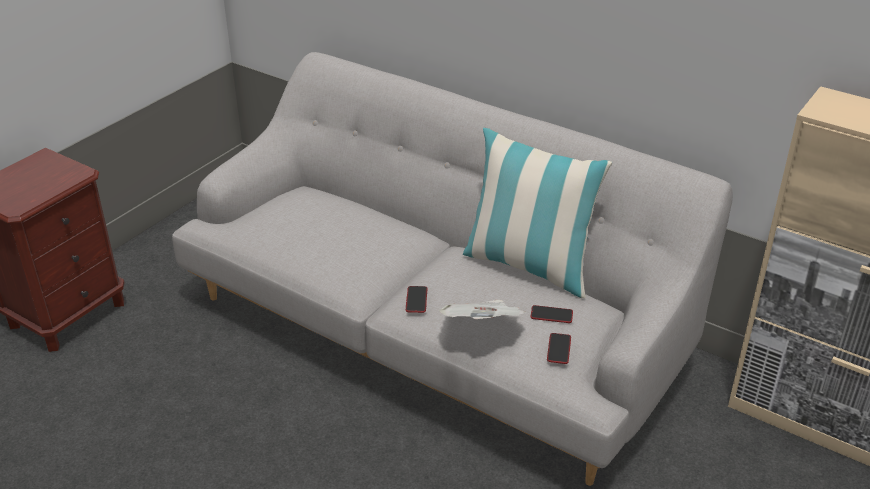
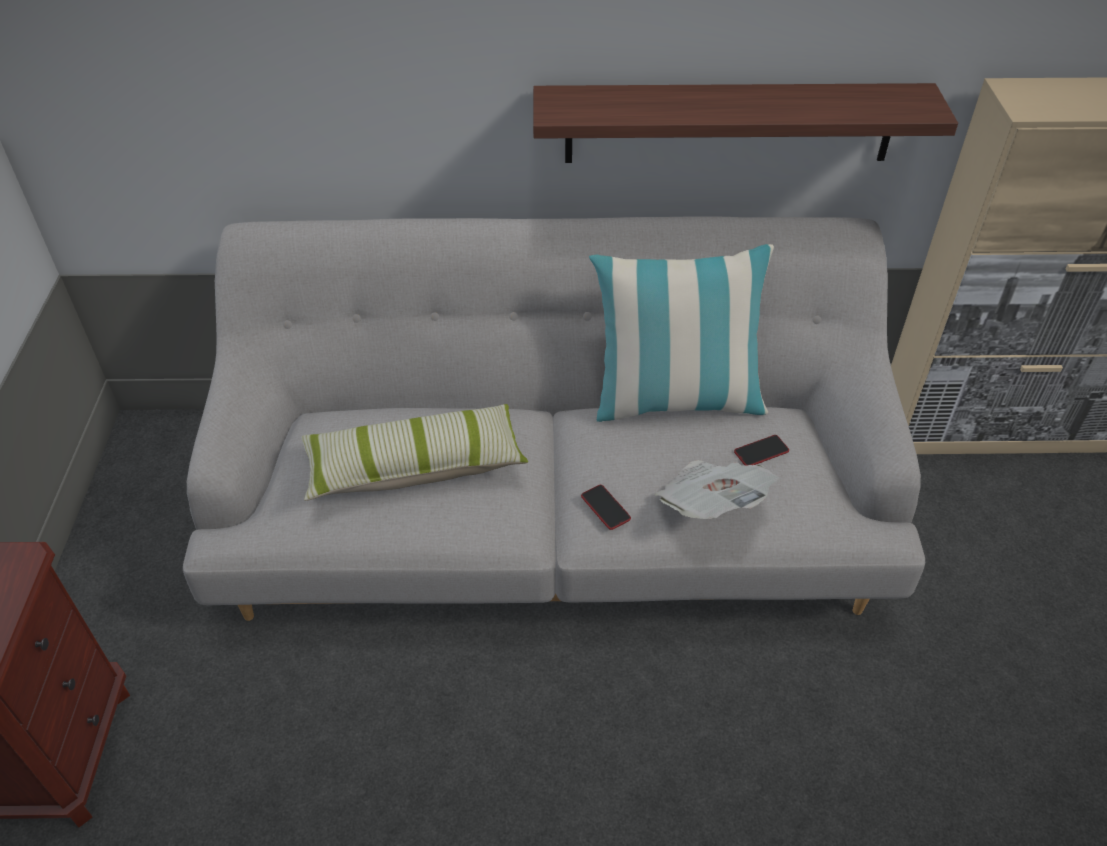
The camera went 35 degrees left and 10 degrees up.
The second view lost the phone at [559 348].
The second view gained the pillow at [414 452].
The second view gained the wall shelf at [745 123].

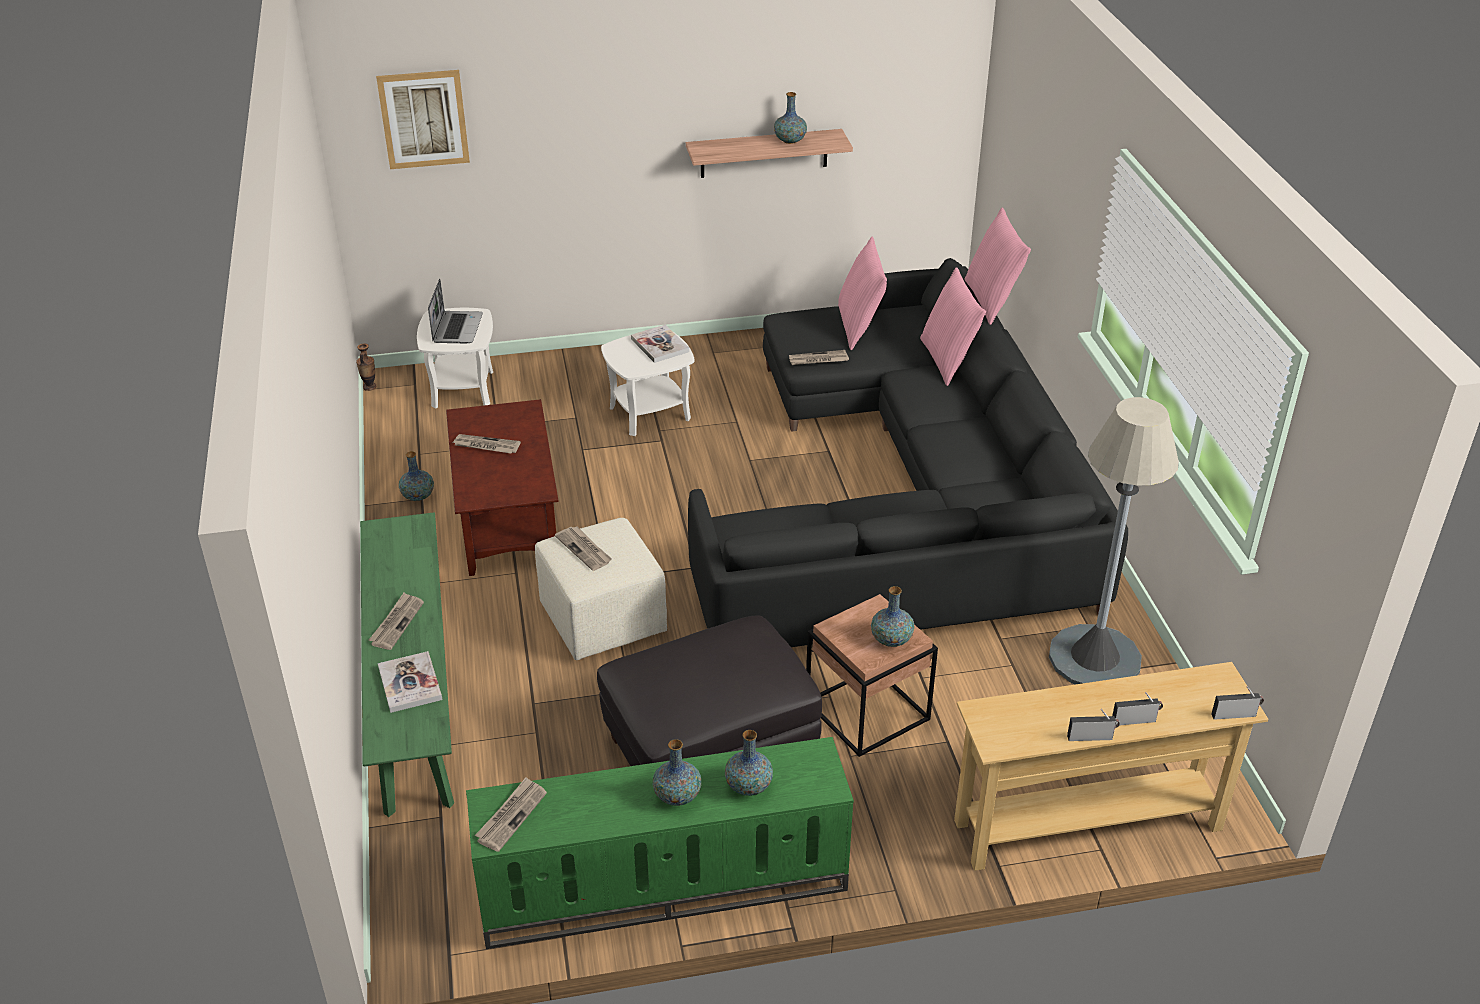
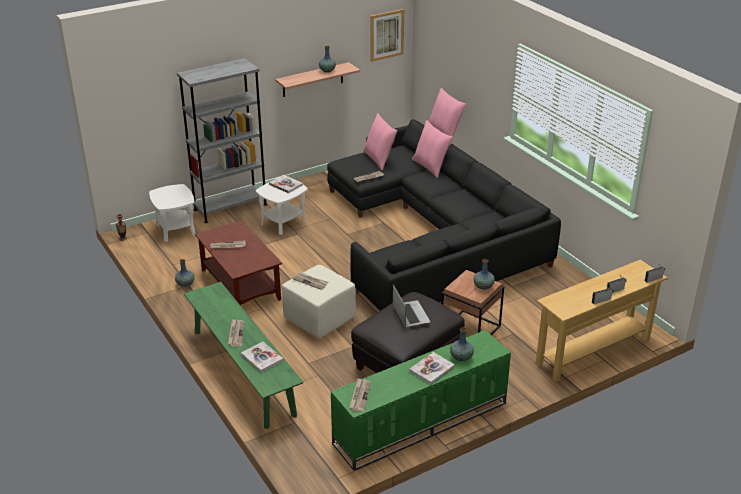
The camera went 20 degrees left and 5 degrees down.
The second view lost the standard lamp (greyish) at [1114 540].
The second view gained the bookcase (greyish) at [222 140].
The picture ended up elsewhere, having gone from [423 119] to [387 35].
The laptop ended up elsewhere, having gone from [455 311] to [411 306].
Where the vase stood at [676 772], the volume came to stand at [432 368].

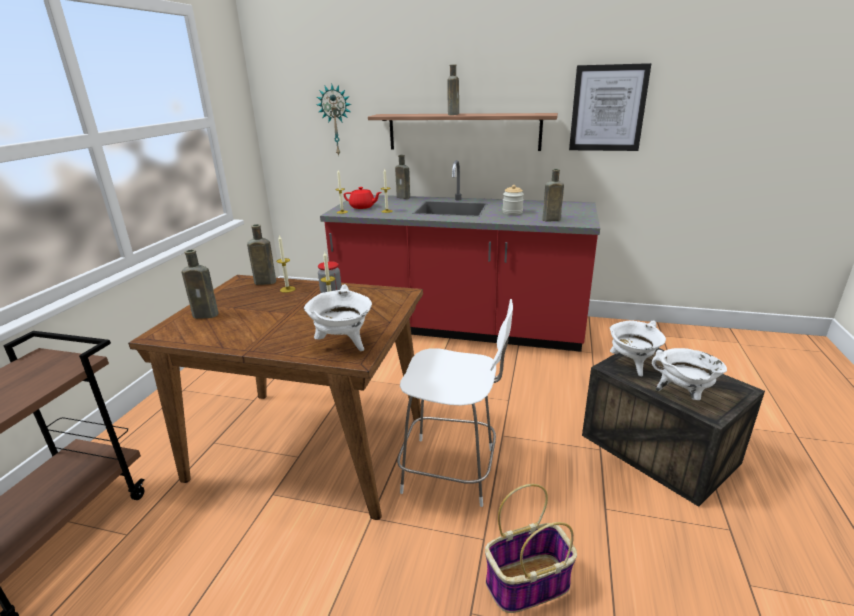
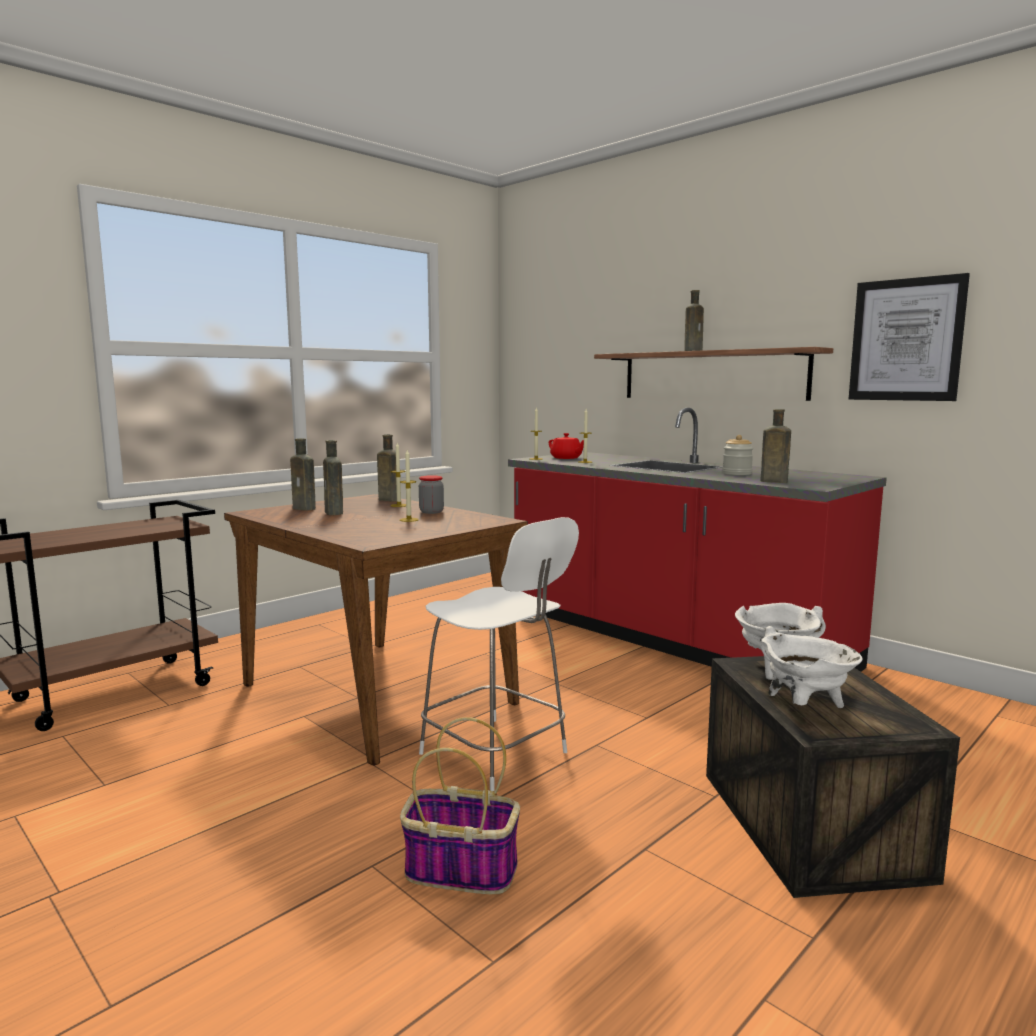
The camera went 30 degrees right and 15 degrees down.
The second view lost the cooking pot (white-coloured) at [338 317].
The second view lost the wall clock at [334 121].
The beverage bottle (brown) ended up elsewhere, having gone from [402 177] to [333 477].

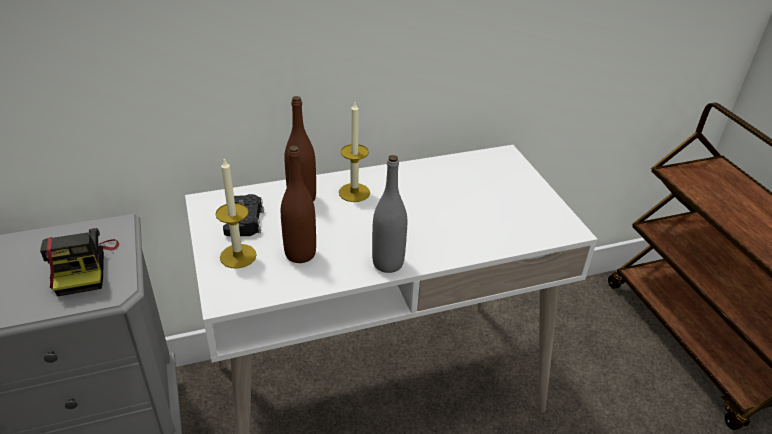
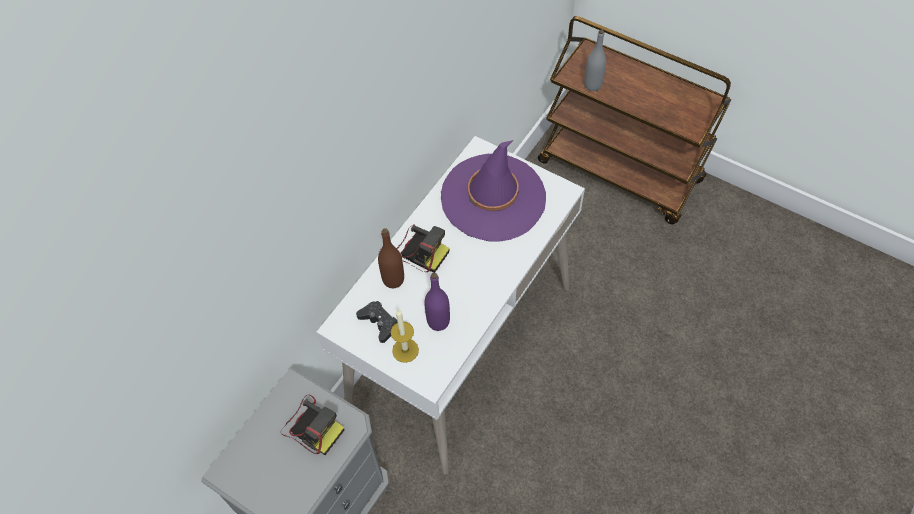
The camera went 35 degrees left and 20 degrees up.
The second view gained the hat (purple) at [493 190].
The beverage bottle (greyish) ended up elsewhere, having gone from [389 214] to [595 60].
Where the wax candle stood at [354 152], the still camera came to stand at [423 248].
What was the beverage bottle (brown) at [298 204] turned into the beverage bottle (purple) at [437 302].

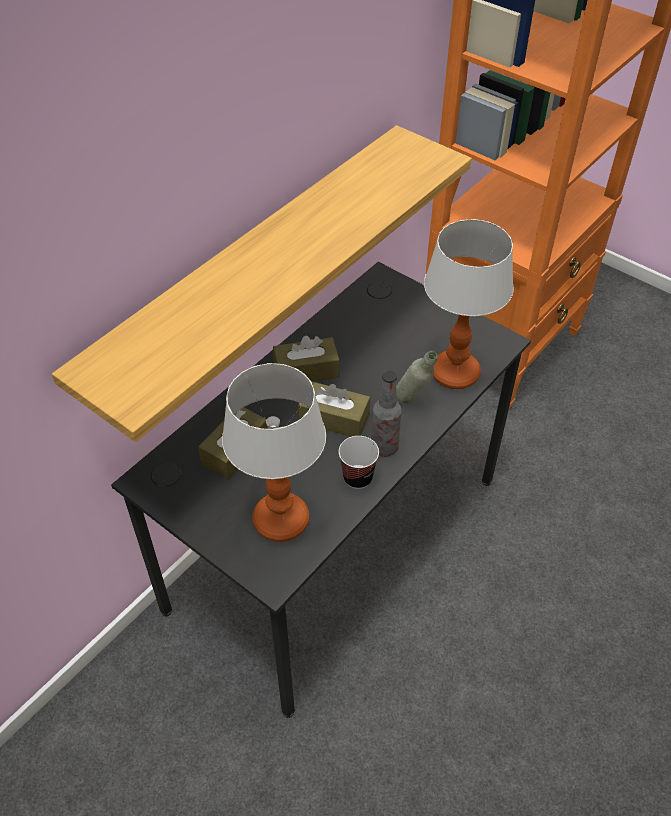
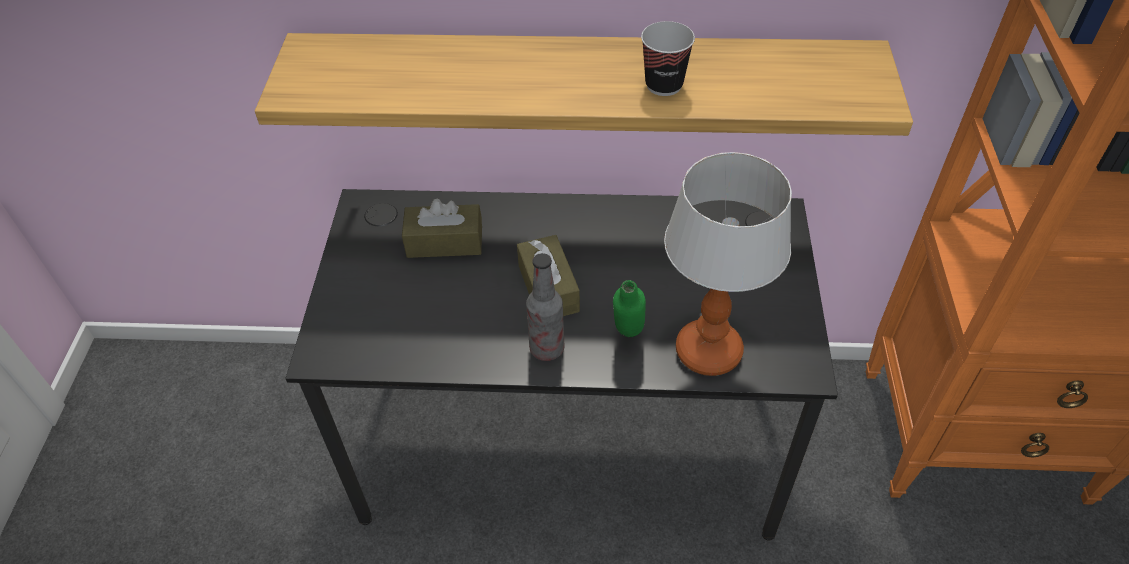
The camera went 55 degrees right and 0 degrees up.
The second view lost the lamp for a table at [274 452].
The second view lost the box of tissues (brown) at [306 359].
The drinking cup ended up elsewhere, having gone from [359 462] to [668 58].
What was the beverage bottle (greyish) at [417 377] turned into the beverage bottle (green-coloured) at [629 308].

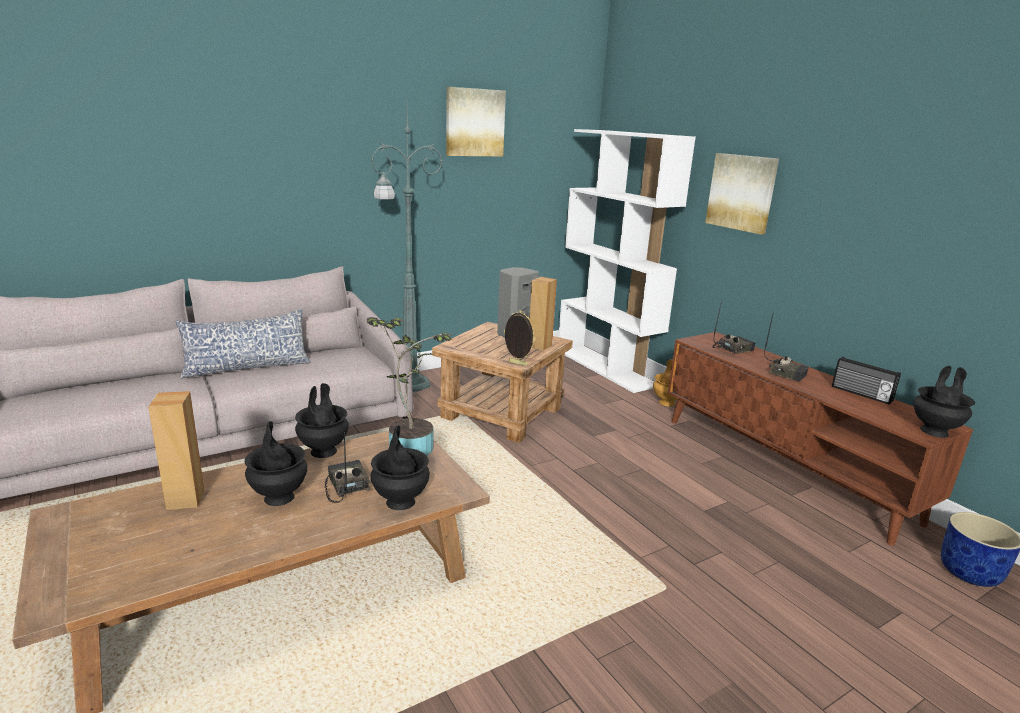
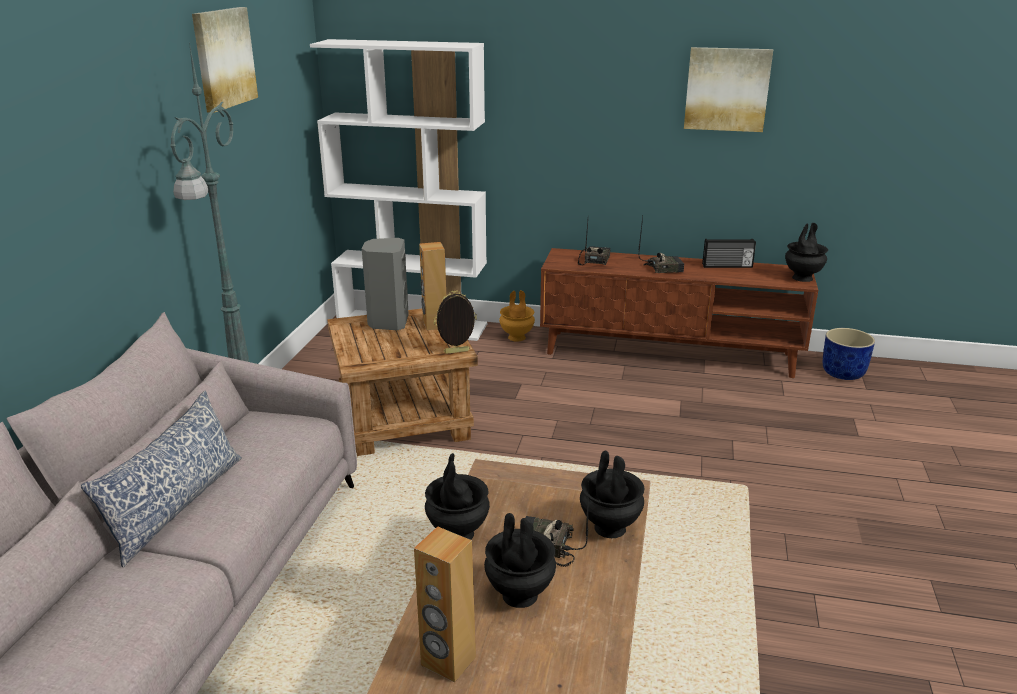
The camera went 45 degrees left and 5 degrees up.
The second view lost the potted plant at [409 386].
The picture ended up elsewhere, having gone from [742 193] to [728 89].

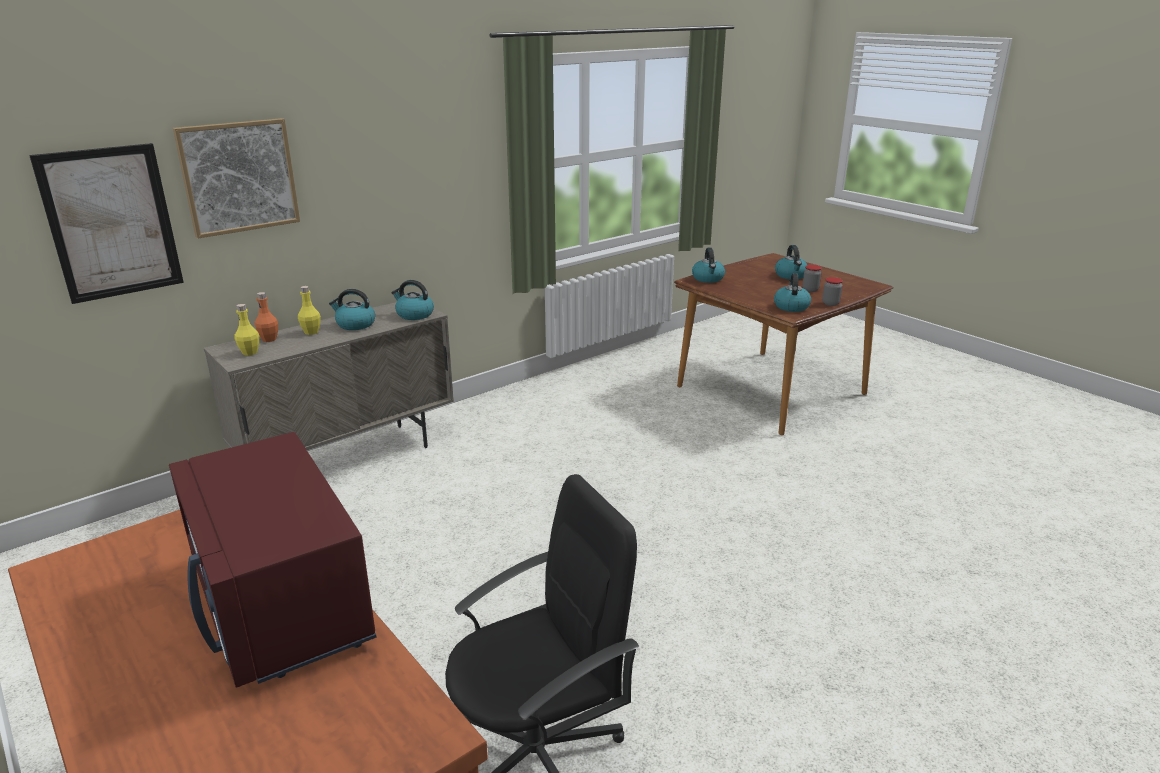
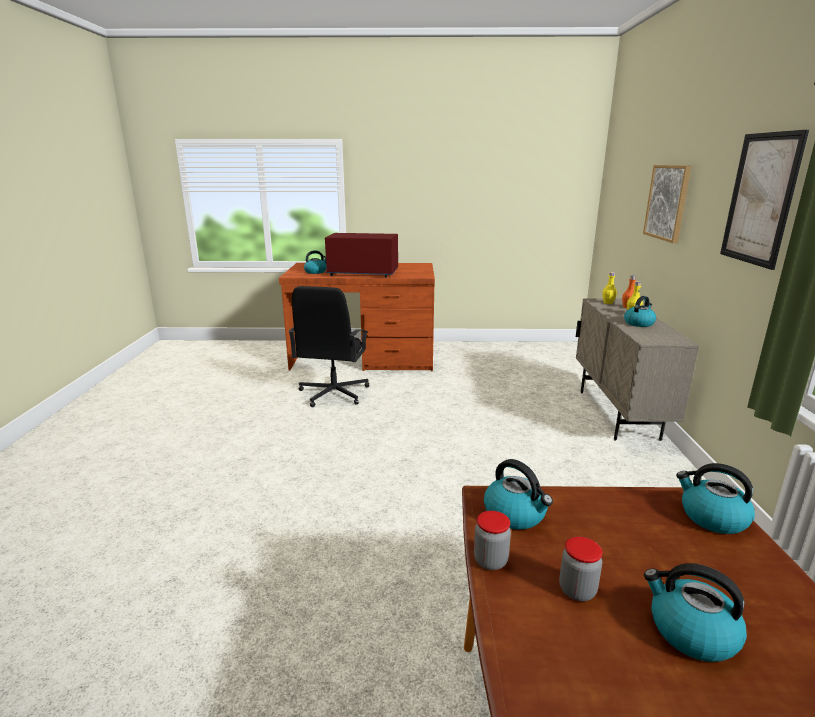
The camera went 130 degrees right and 5 degrees down.
The picture ended up elsewhere, having gone from [106 223] to [764 200].
The kettle ended up elsewhere, having gone from [413 300] to [315 262].

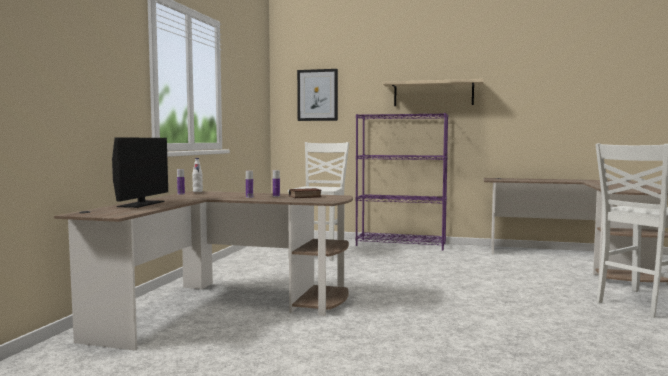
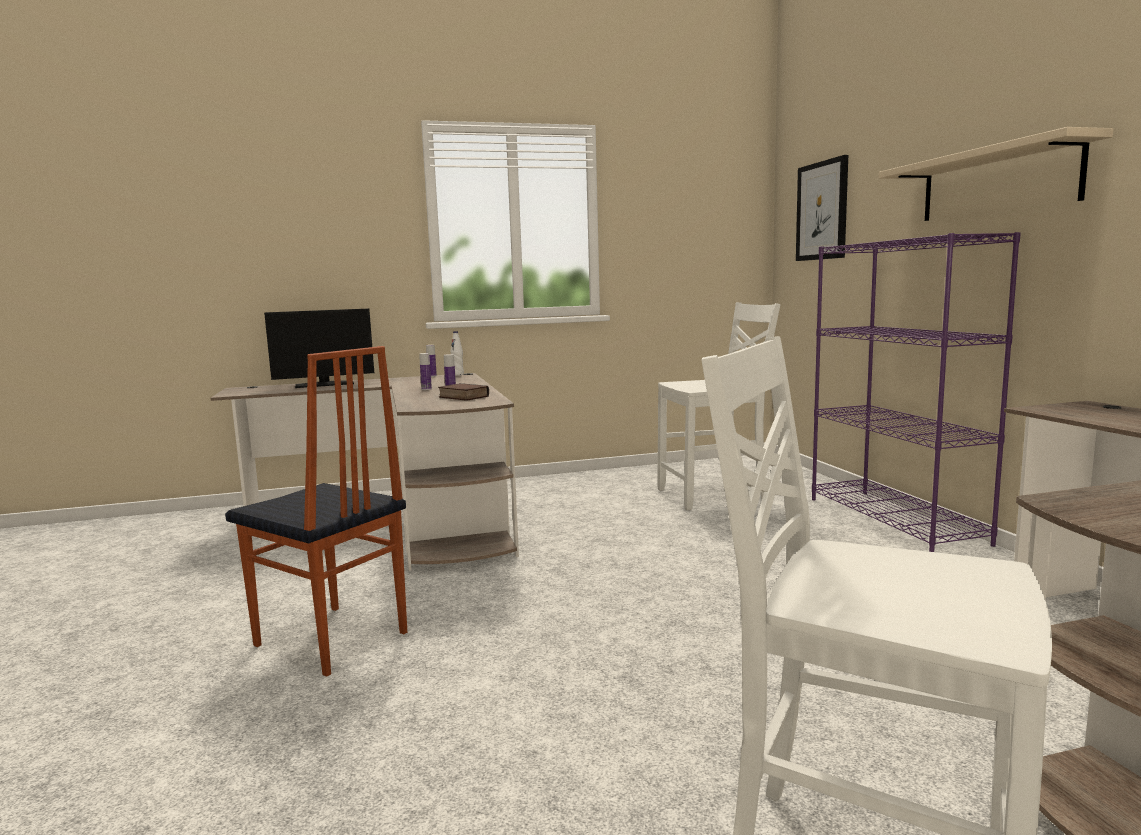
The camera went 60 degrees right and 5 degrees up.
The second view gained the upright chair at [316 511].

